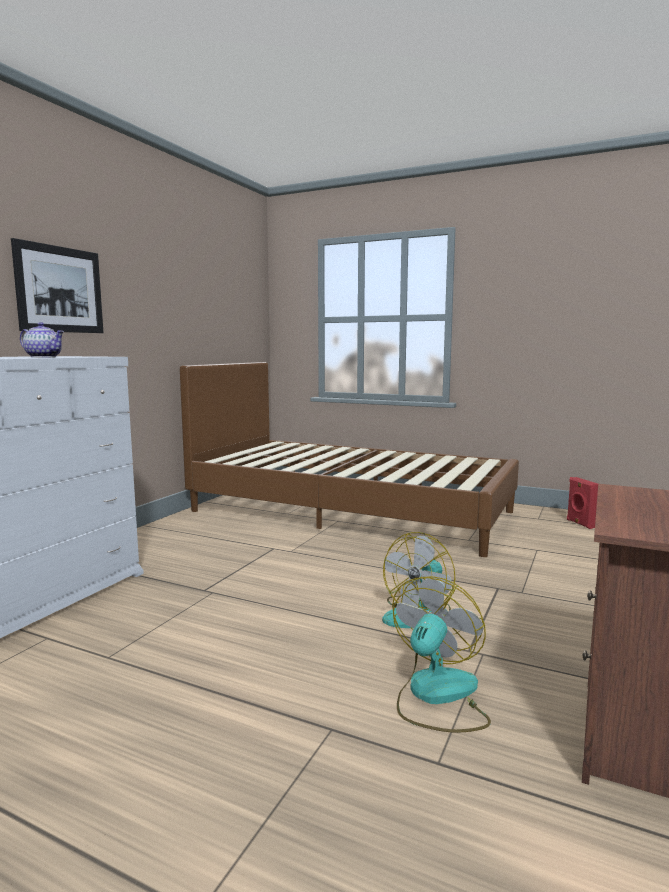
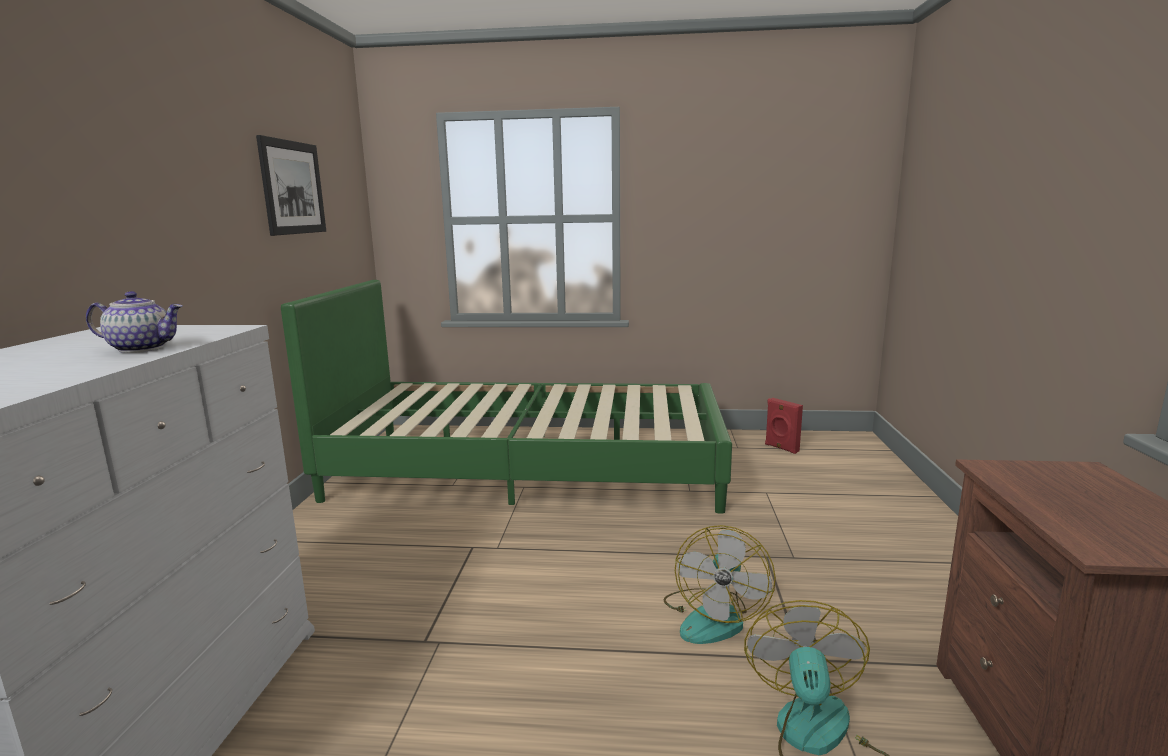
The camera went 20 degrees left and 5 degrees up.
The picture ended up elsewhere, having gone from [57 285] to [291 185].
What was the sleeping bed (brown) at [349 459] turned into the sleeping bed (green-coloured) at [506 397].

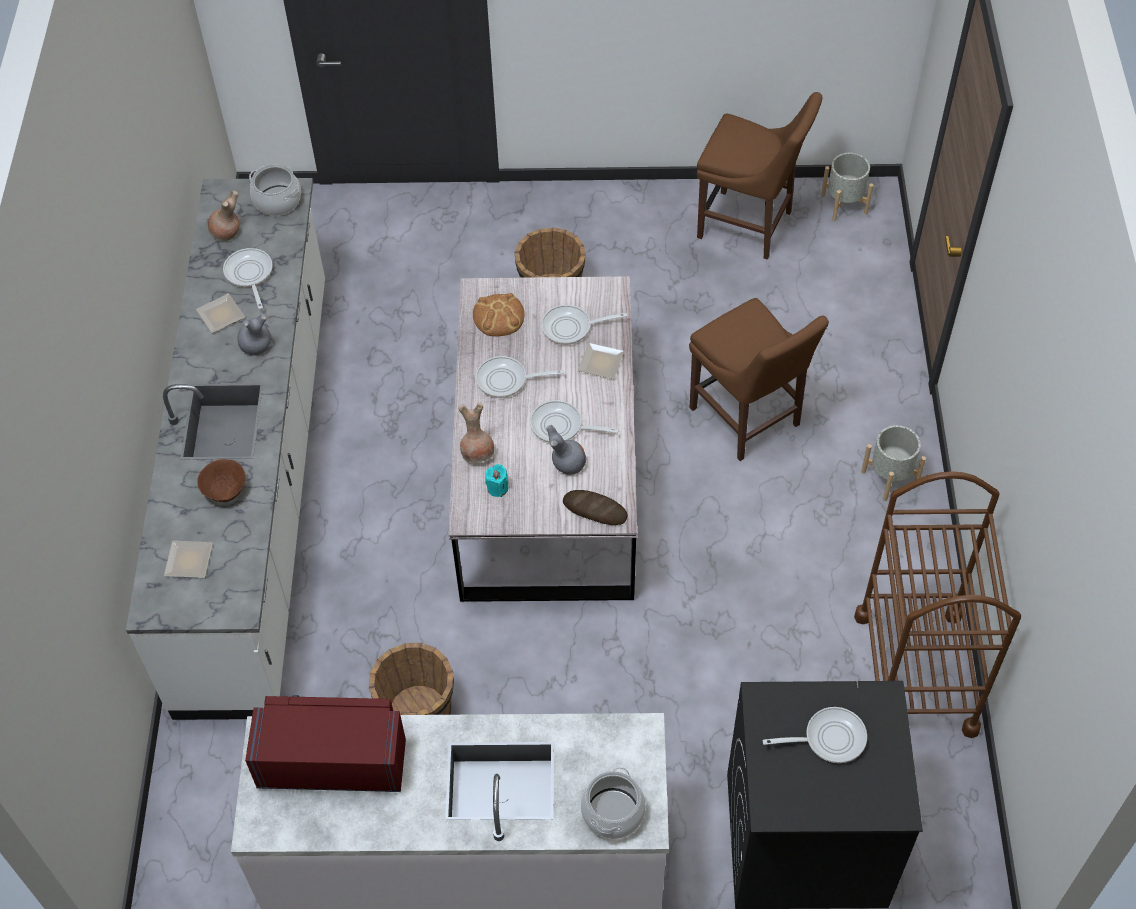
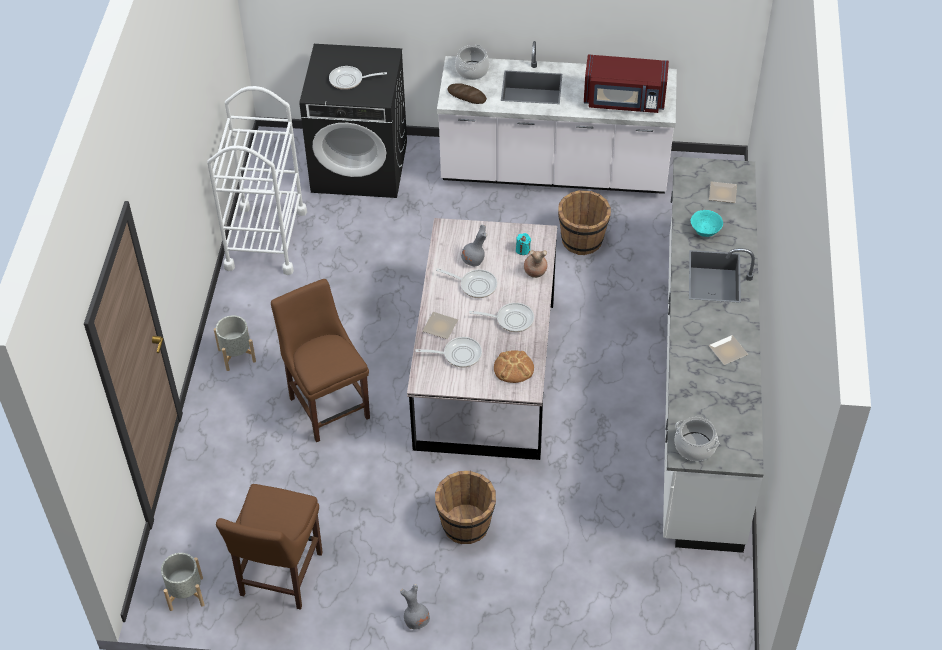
The camera went 175 degrees left and 5 degrees down.
The second view lost the vase (brown) at [224 215].
The second view lost the skillet at [248 278].
The vase (greyish) ended up elsewhere, having gone from [254 334] to [415 607].
The bread ended up elsewhere, having gone from [595 507] to [467 93].
What was the deep dish (brown) at [221 480] turned into the deep dish (turquoise-coloured) at [707 223].
What was the wheeled cart (brown) at [937 604] turned into the wheeled cart (white-coloured) at [257 180].
The upright chair (brown) at [759 176] ended up facing another way, 105 degrees counterclockwise from before.

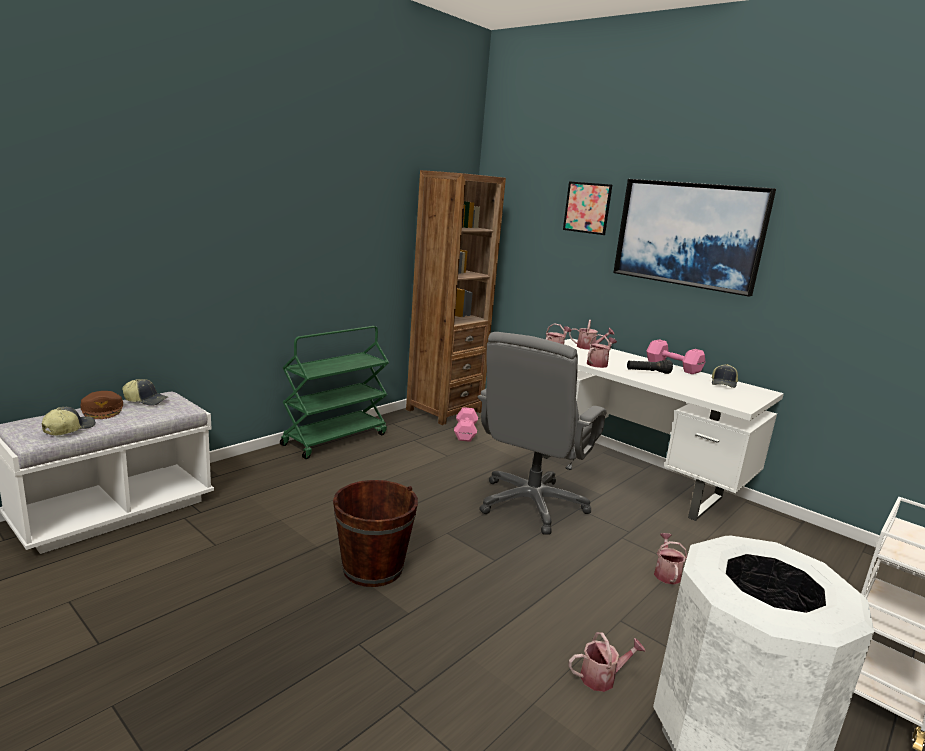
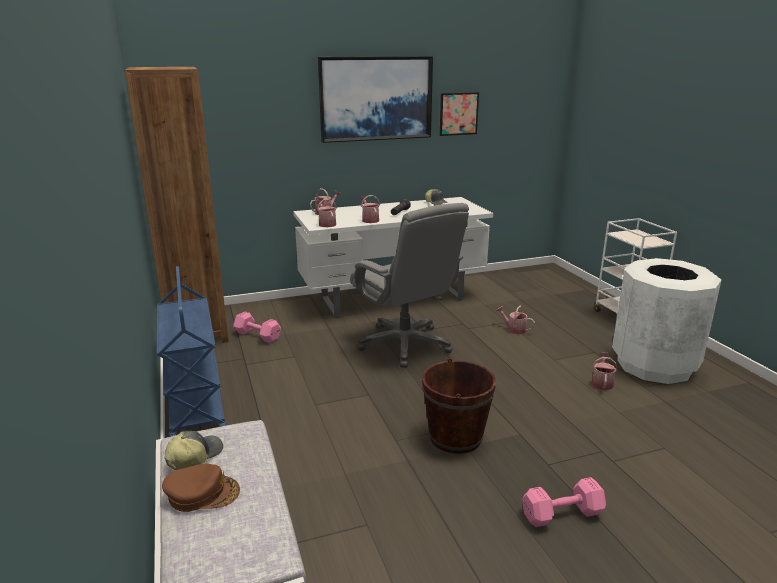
The camera went 60 degrees left and 5 degrees up.
The second view lost the peaked cap at [69 421].
The picture ended up elsewhere, having gone from [587 208] to [459 114].
The dumbbell (pink-coloured) ended up elsewhere, having gone from [676 356] to [564 502].
What was the wheeled cart (green-coloured) at [334 392] turned into the wheeled cart (blue) at [191 351].

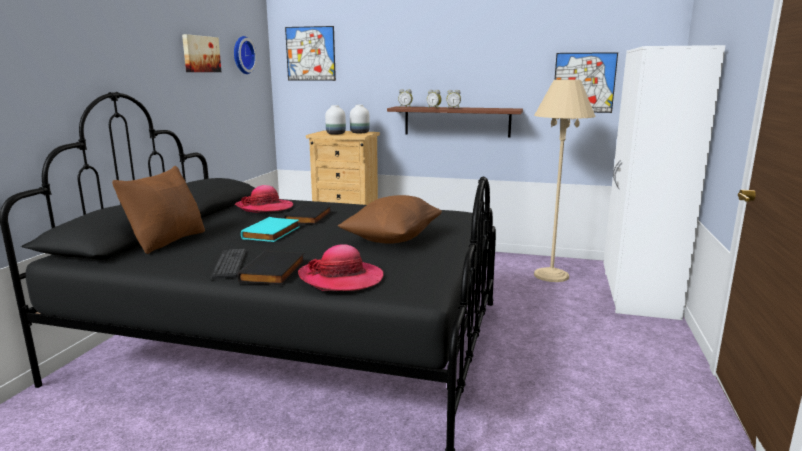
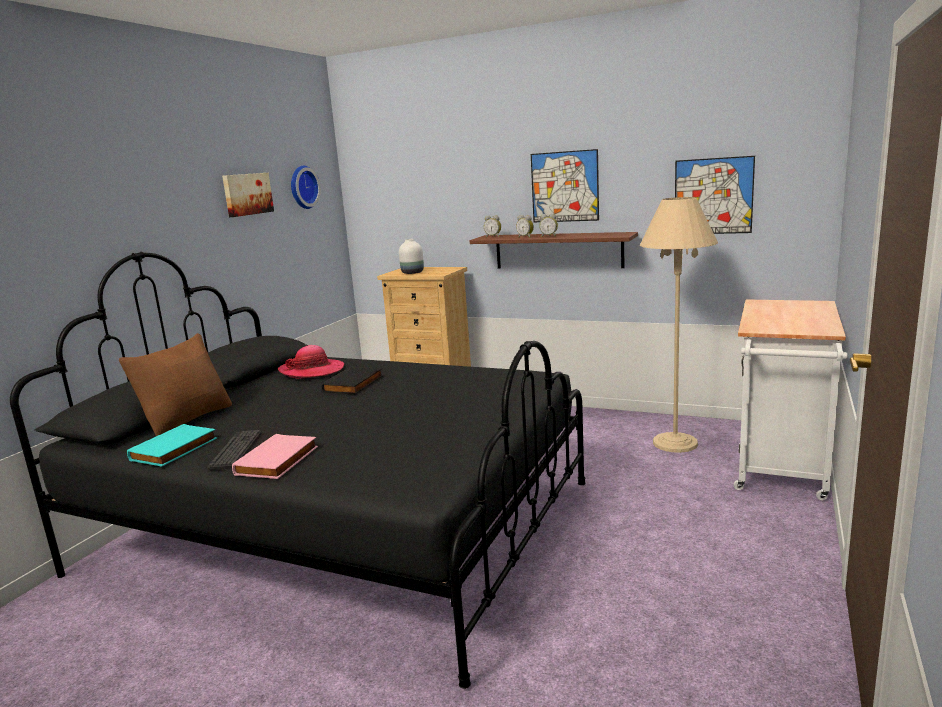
The camera went 10 degrees right and 0 degrees up.
The second view lost the hat at [341 267].
The second view lost the pillow (brown) at [390 219].
The second view lost the vase (white-coloured) at [360 119].
The volume (turquoise-coloured) ended up elsewhere, having gone from [270 229] to [172 445].
The picture ended up elsewhere, having gone from [310 53] to [565 185].
Where the wardrobe (white-coloured) stood at [664 182], the wheeled cart (white-coloured) came to stand at [791 400].
What was the volume (black) at [271 267] turned into the volume (pink-coloured) at [275 456].

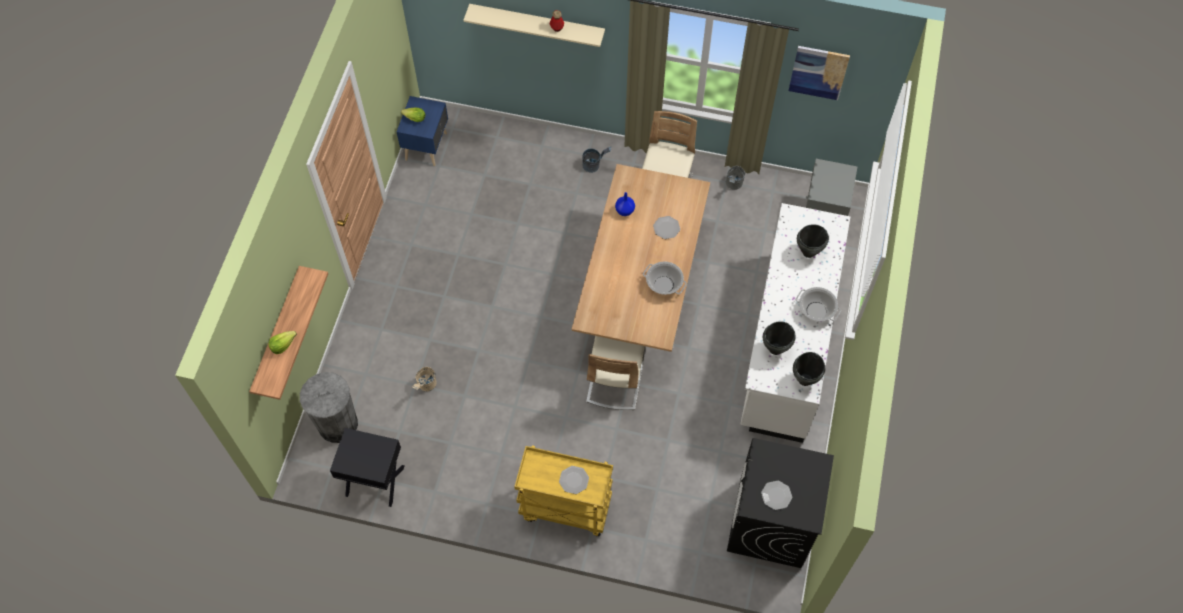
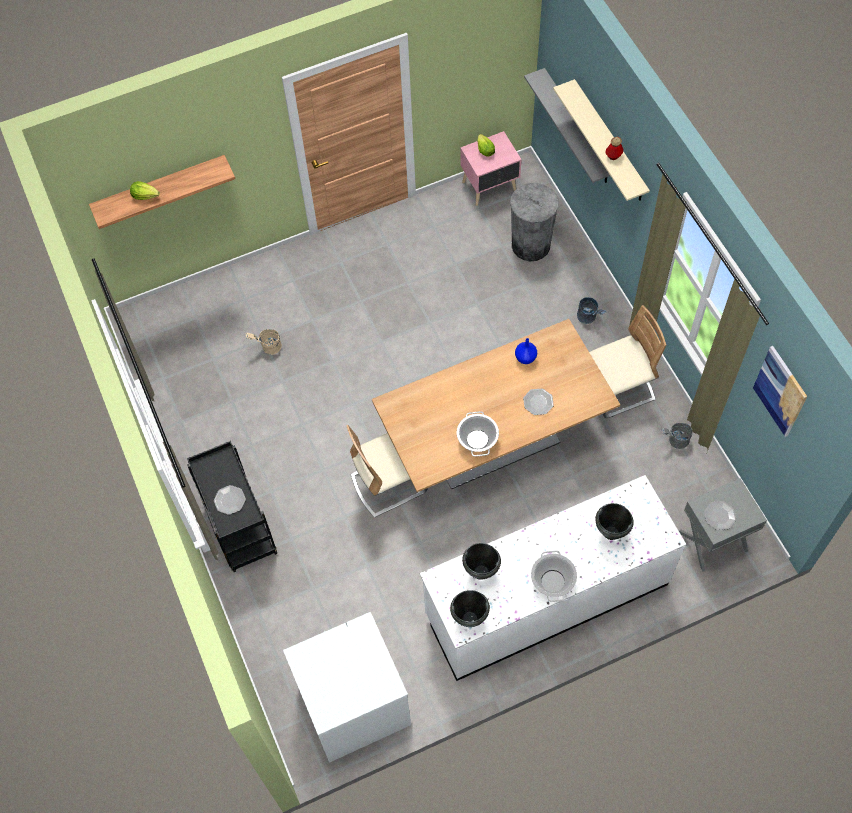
The camera went 55 degrees right and 0 degrees up.
The second view lost the nightstand (black) at [367 467].
The second view gained the wall shelf (greyish) at [567 125].
The waste bin (greyish) ended up elsewhere, having gone from [329 407] to [534 222].
The dinner plate ended up elsewhere, having gone from [776 495] to [720 515].
What was the nightstand (blue) at [422 131] turned into the nightstand (pink-coloured) at [491 168].
What was the wheeled cart (yellow) at [563 491] turned into the wheeled cart (black) at [232 506].
What was the washing machine (black) at [780 503] turned into the washing machine (white-coloured) at [347 687].

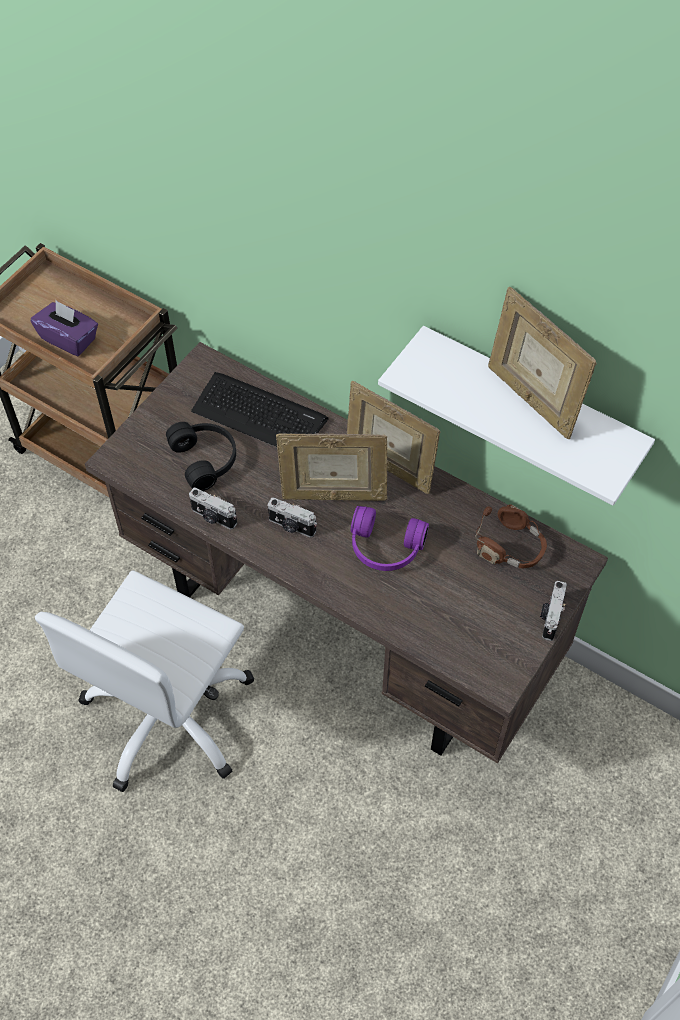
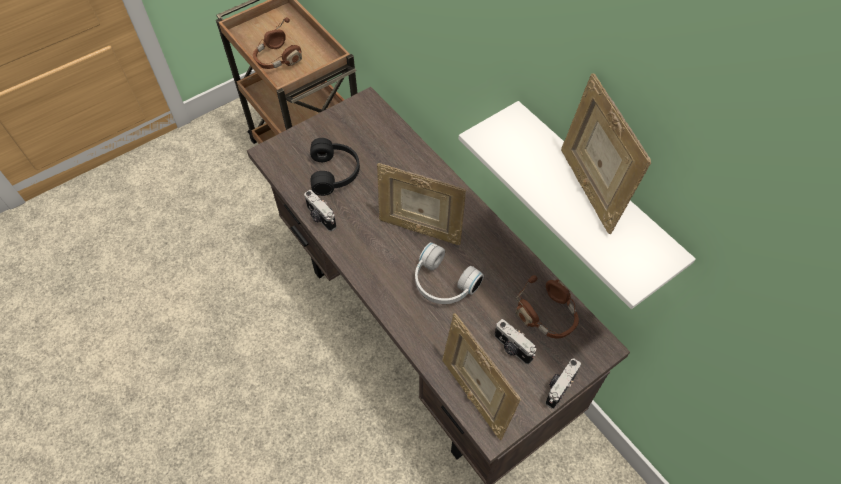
The camera went 20 degrees right and 0 degrees up.
The second view lost the office chair (white-coloured) at [144 681].
The second view lost the computer keyboard at [260 409].
The still camera ended up elsewhere, having gone from [292 517] to [515 341].
The photo frame ended up elsewhere, having gone from [393 437] to [481 376].
Where the box of tissues (purple) stood at [64 328], the headphones (brown) came to stand at [277 43].
What was the headphones (purple) at [390 538] turned into the headphones (white-coloured) at [449 273].

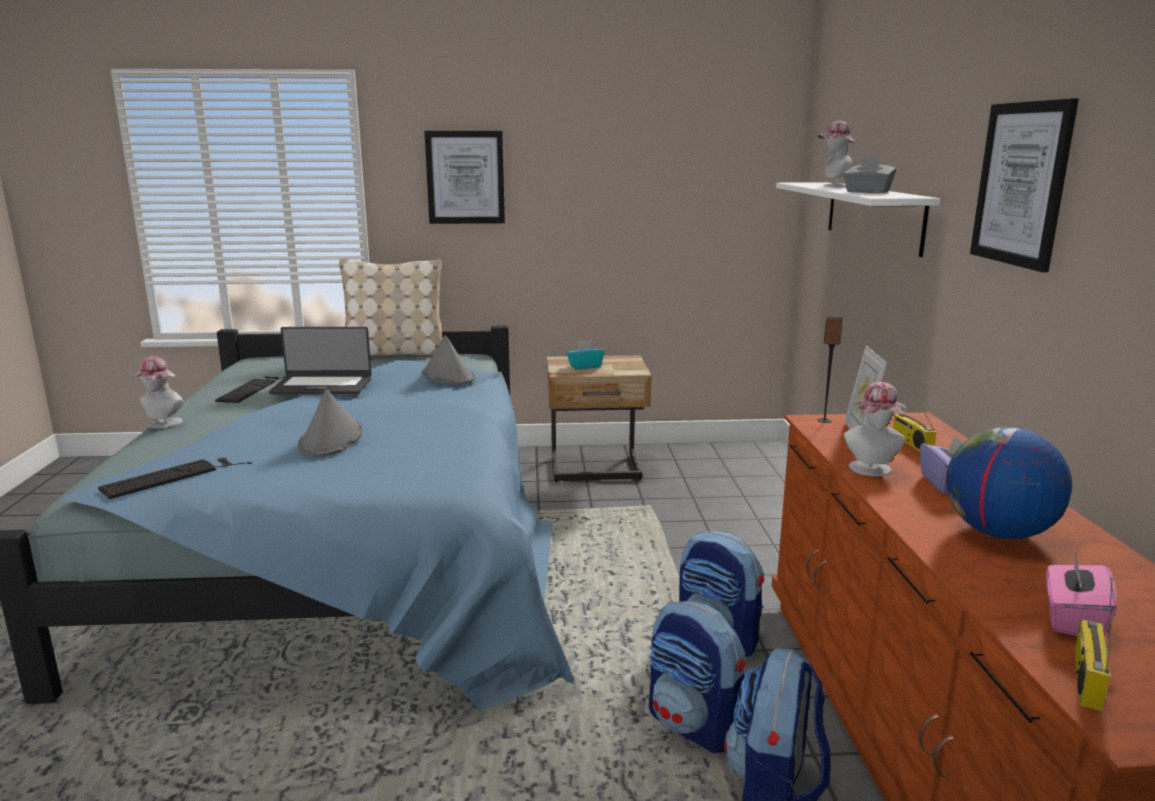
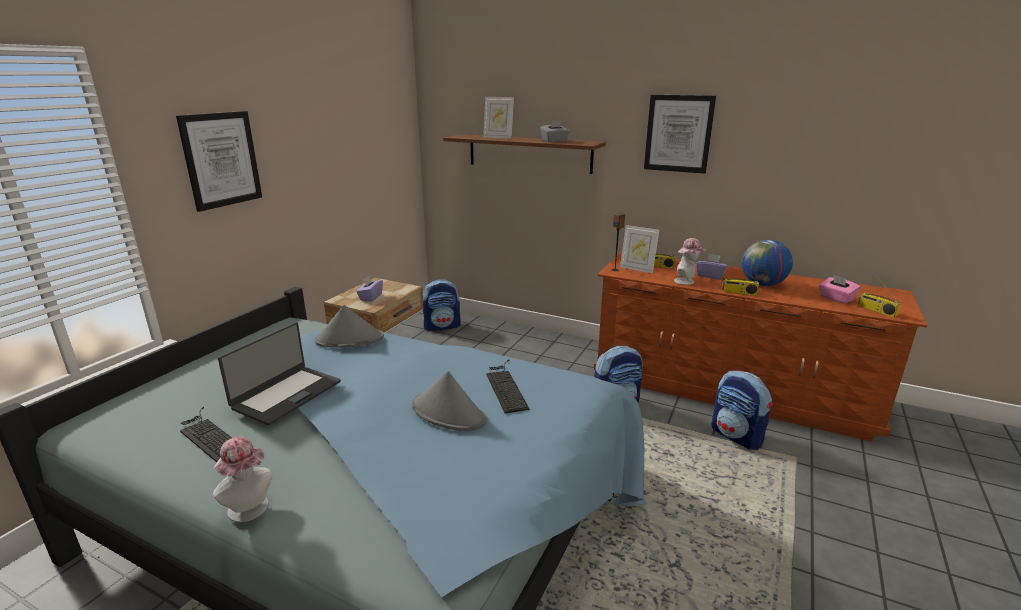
The camera went 60 degrees left and 5 degrees up.
The second view lost the pillow (beige-coloured) at [390 307].
The second view gained the radio at [740 278].
The computer keyboard ended up elsewhere, having gone from [175 478] to [507 387].
The backpack ended up elsewhere, having gone from [697 677] to [442 305].
Where the hat stood at [836 154], the photo frame came to stand at [498 118].
What was the box of tissues (turquoise-coloured) at [585 354] turned into the box of tissues (purple) at [369 288].
What was the wall shelf (white-coloured) at [858 219] turned into the wall shelf (brown) at [524 154].

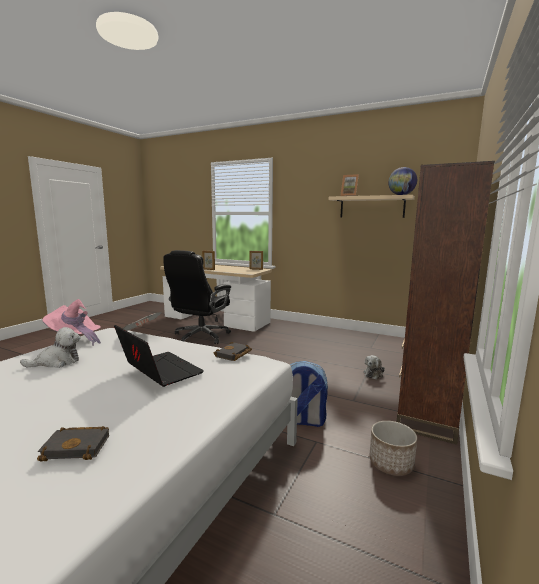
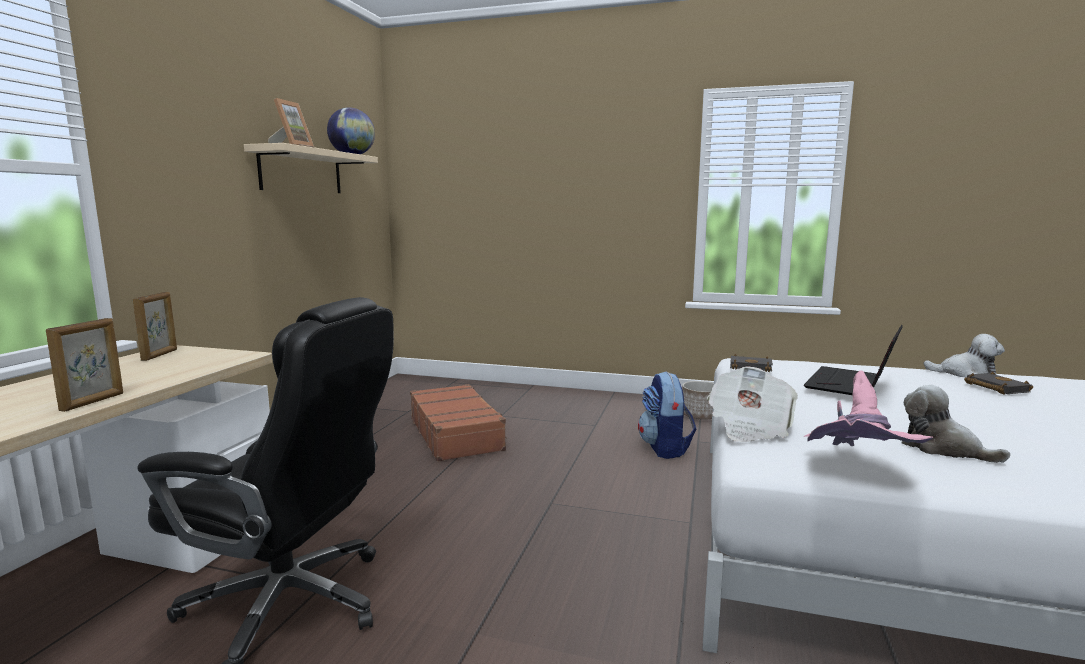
The camera went 100 degrees left and 0 degrees up.
The second view lost the bookcase (brown) at [446 302].
The second view gained the piece of luggage (brown) at [458 423].
The cuddly toy ended up elsewhere, having gone from [374 367] to [964 356].

